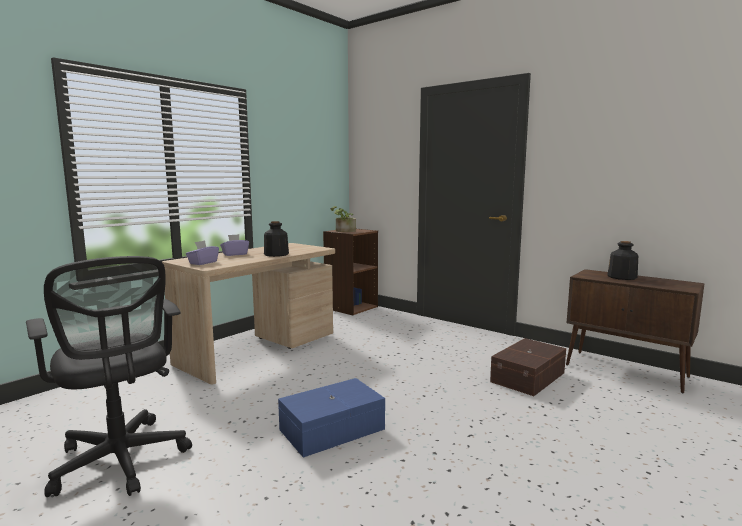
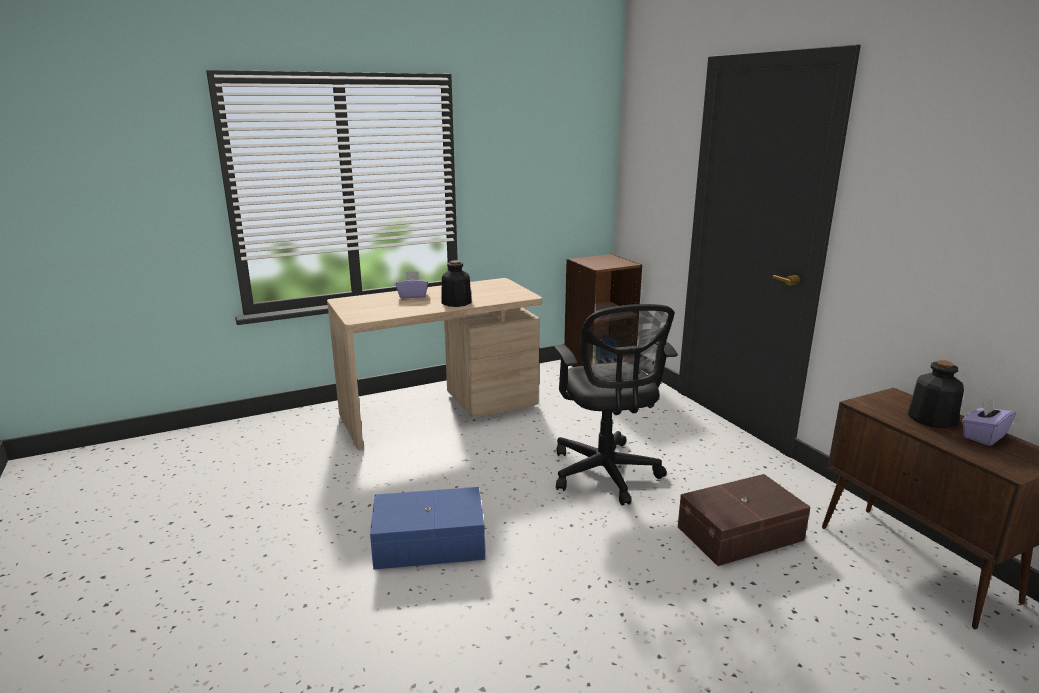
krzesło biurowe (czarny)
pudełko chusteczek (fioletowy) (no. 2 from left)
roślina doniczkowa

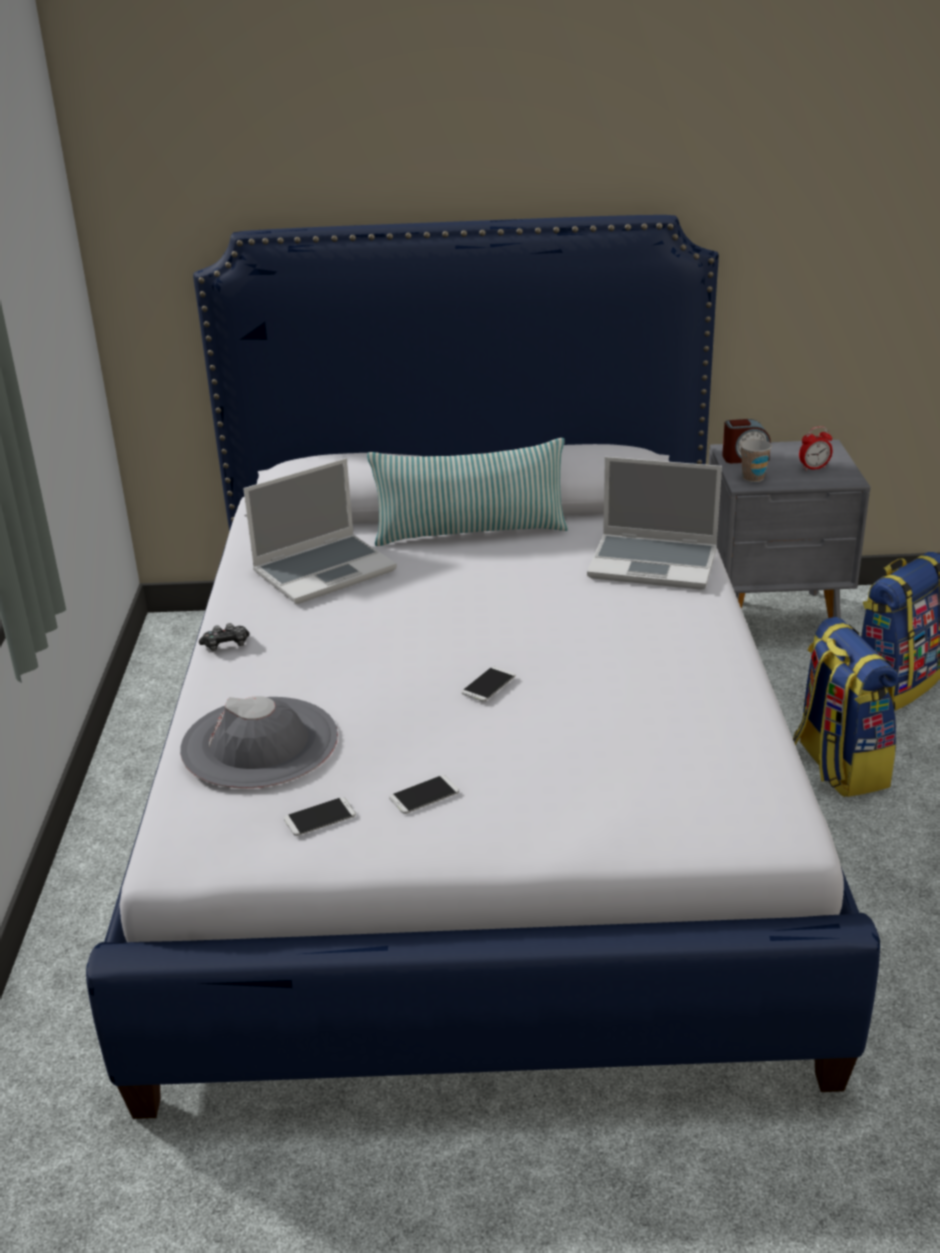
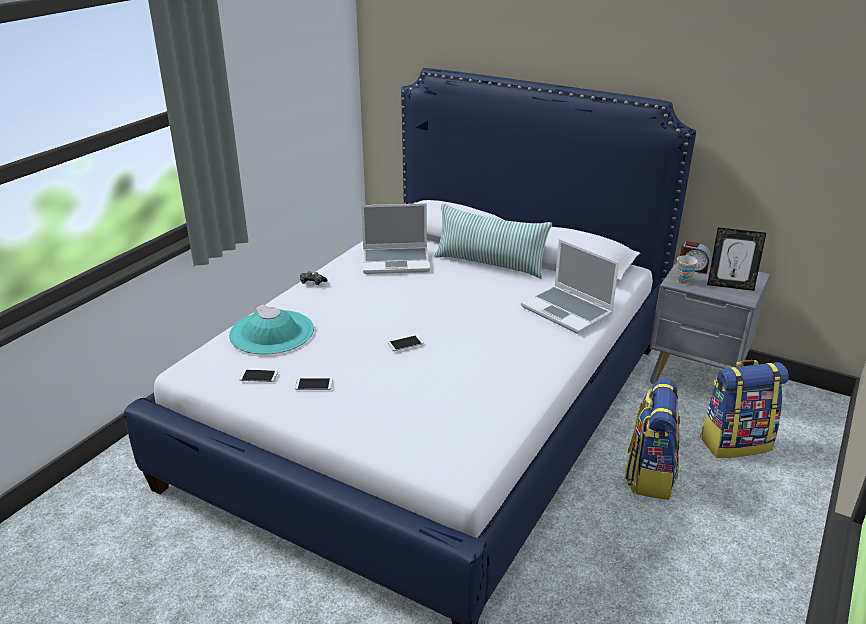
kapelusz (turkusowy)
ramka na zdjęcie

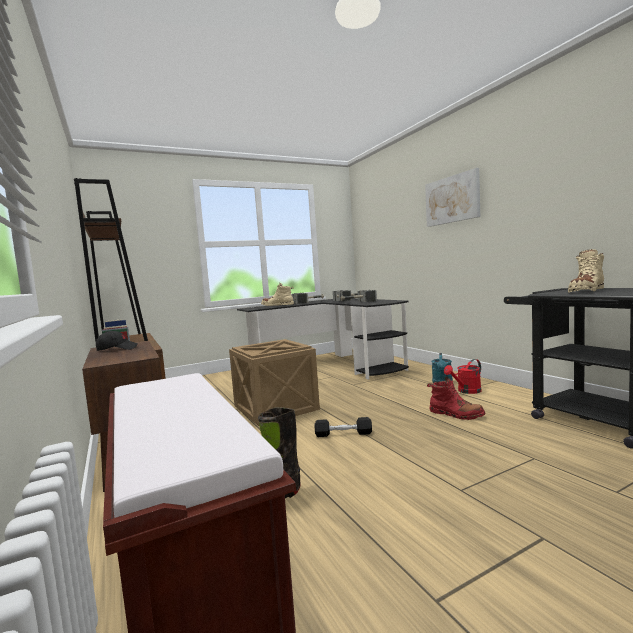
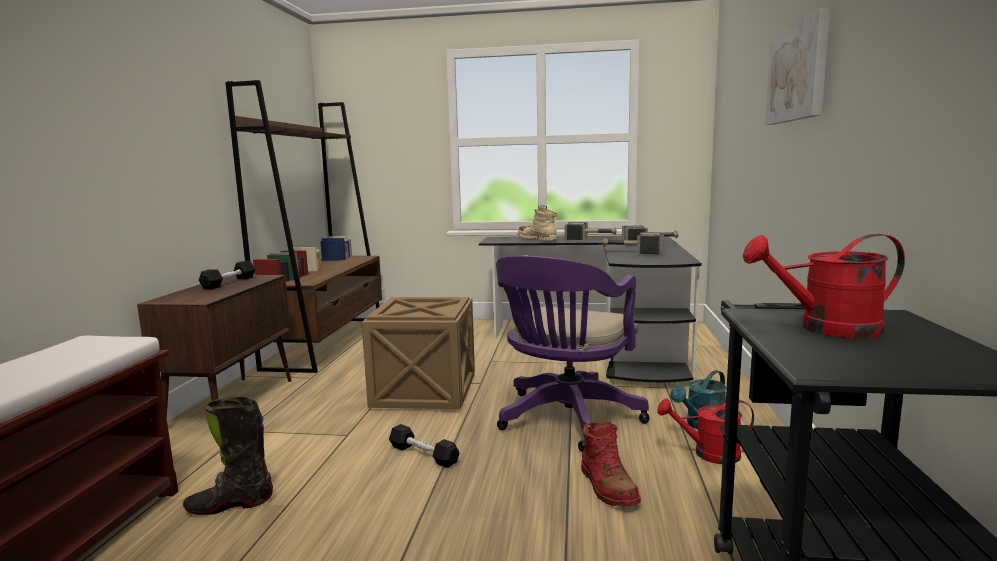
hantel (czarny) (no. 1 from left)
konewka (czerwony) (no. 2 from left)
krzesło biurowe (fioletowy)

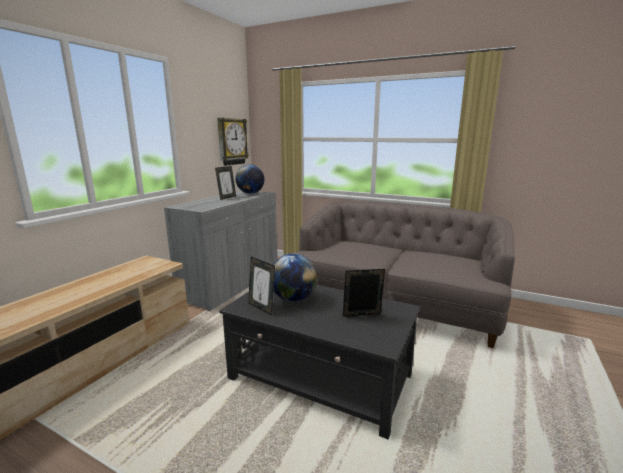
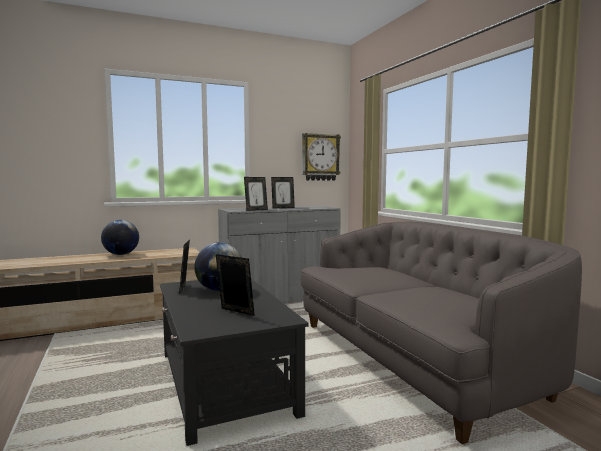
globus (no. 1 from left)
ramka na zdjęcie (no. 3 from left)

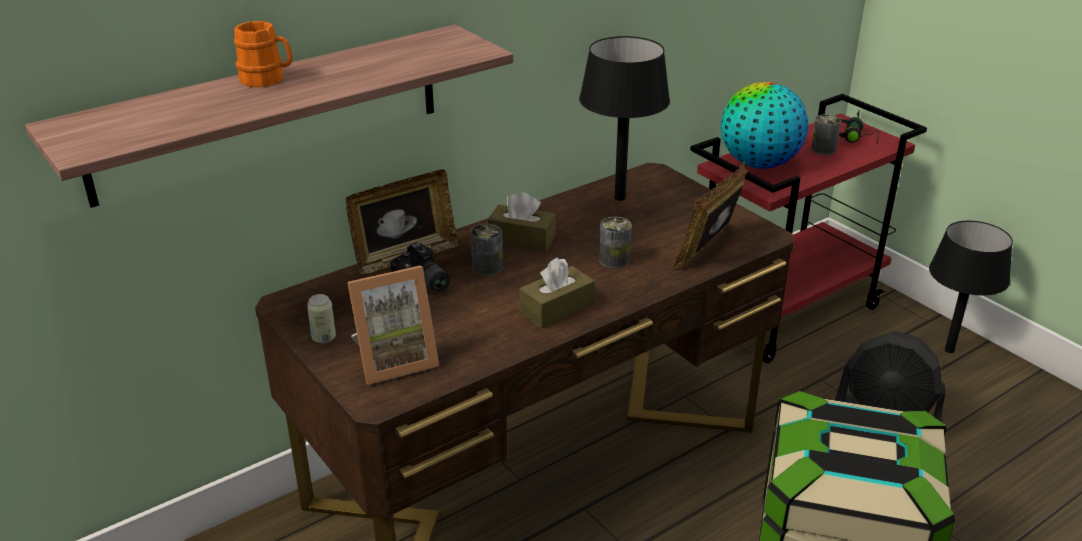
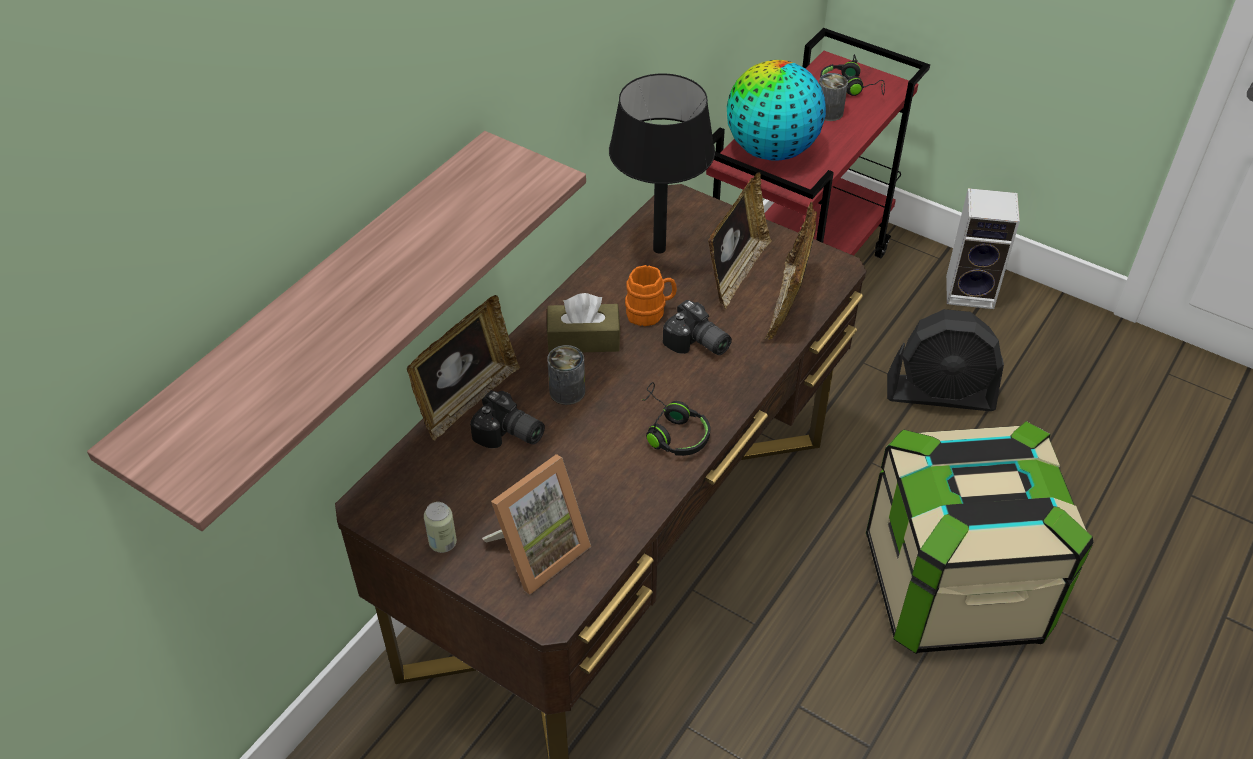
kubek (pomarańczowy)
słuchawki (czarny) (no. 1 from left)
aparat fotograficzny (no. 2 from left)
głośnik
ramka na zdjęcie (no. 3 from left)

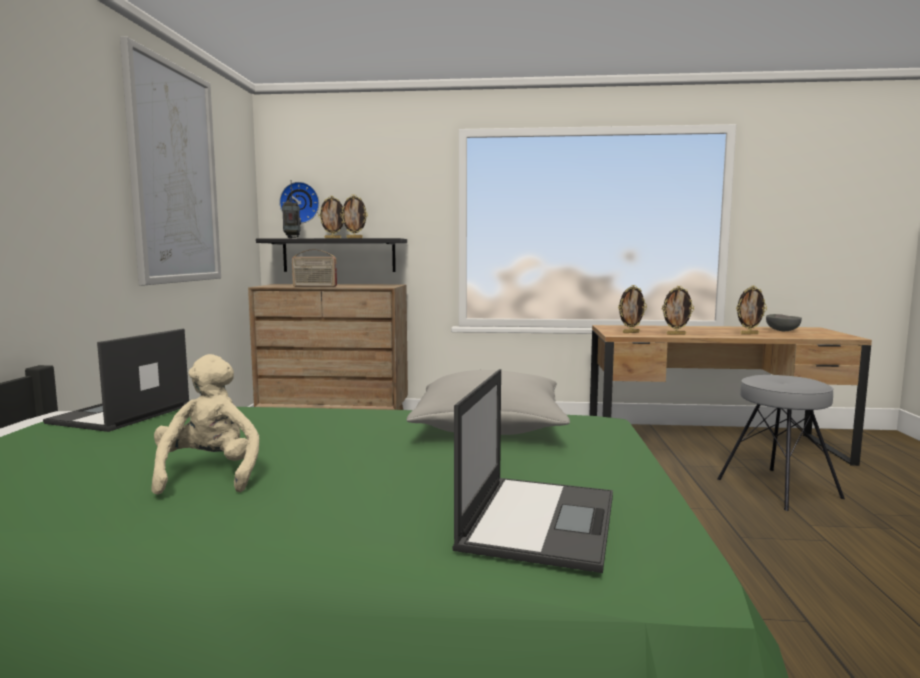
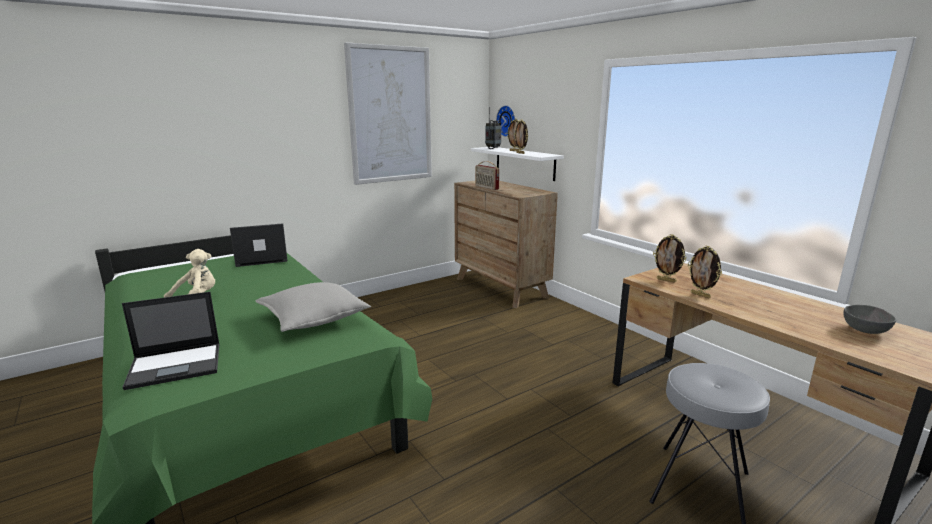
półka (biały)
ramka na zdjęcie (no. 5 from left in the first image)

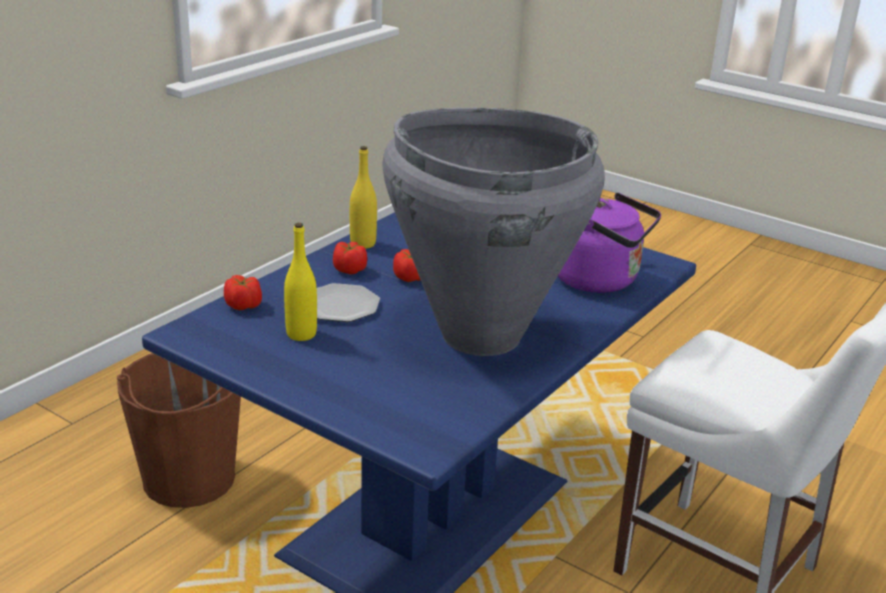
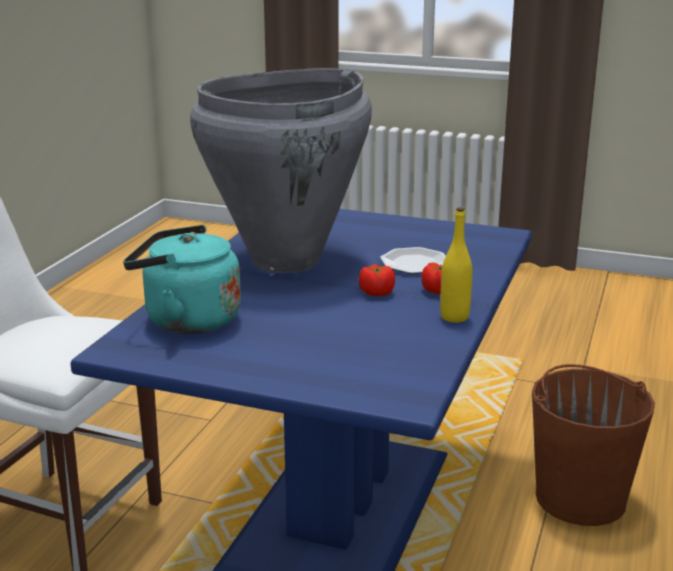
pomidor (no. 1 from left in the first image)
butelka (żółty) (no. 1 from left in the first image)
czajnik (turkusowy)

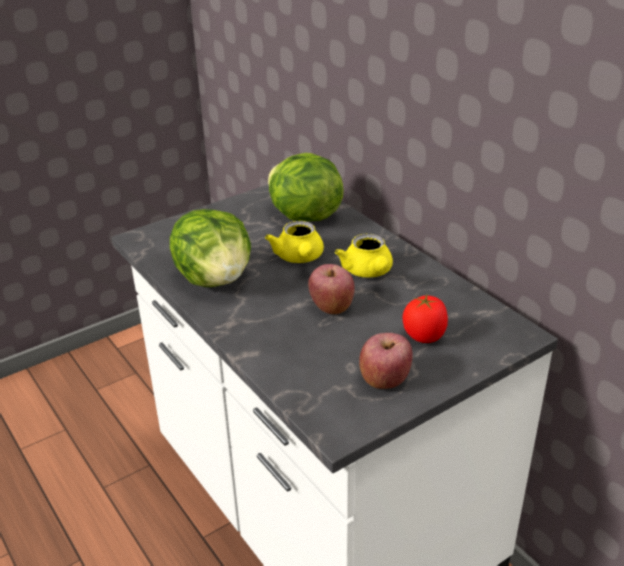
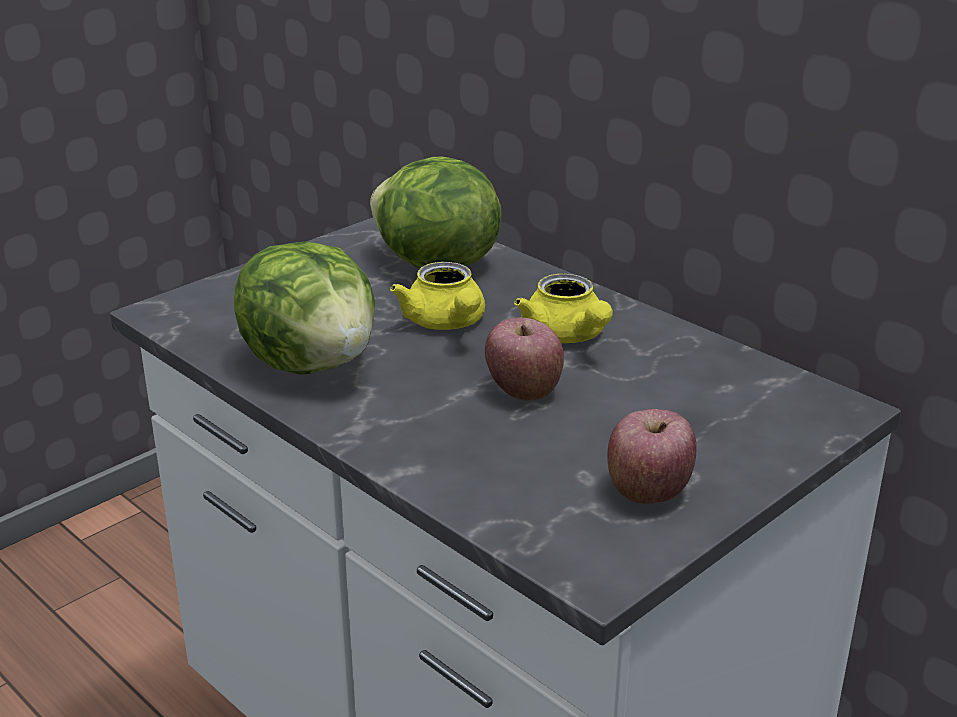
pomidor

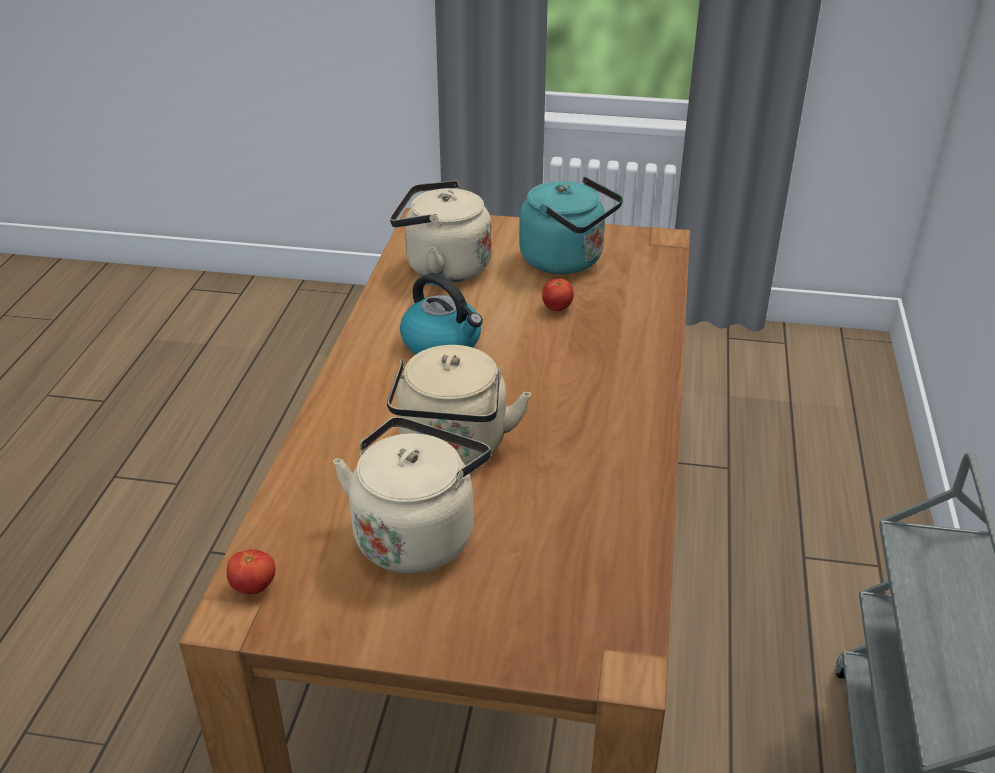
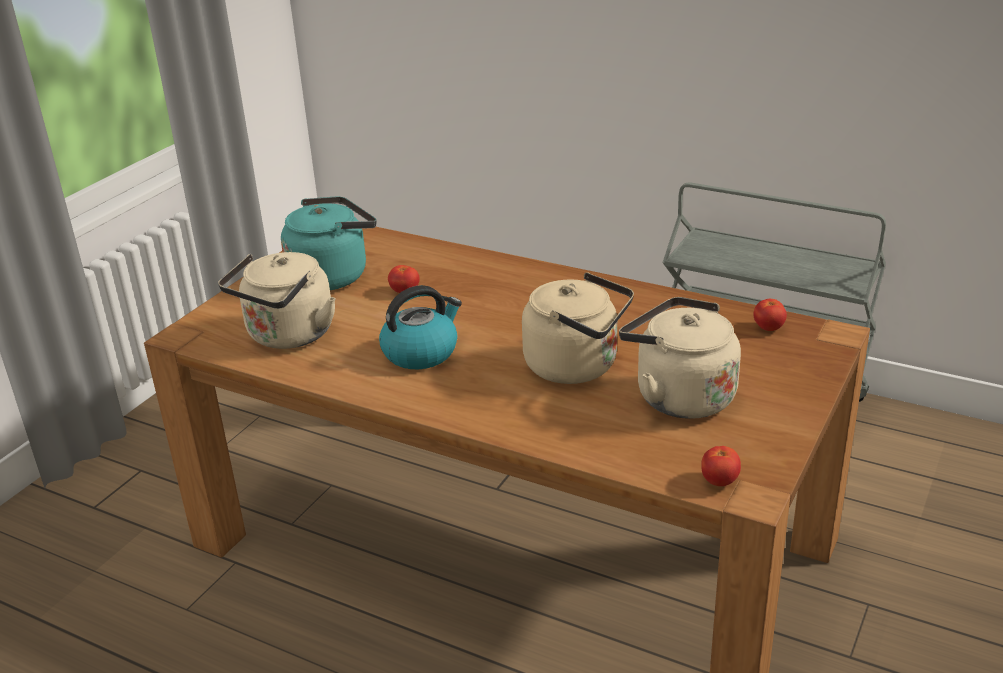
pomidor (no. 3 from left)

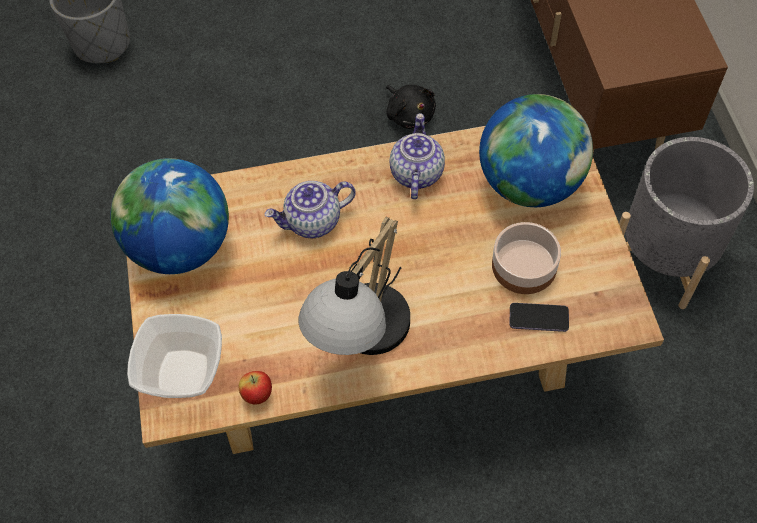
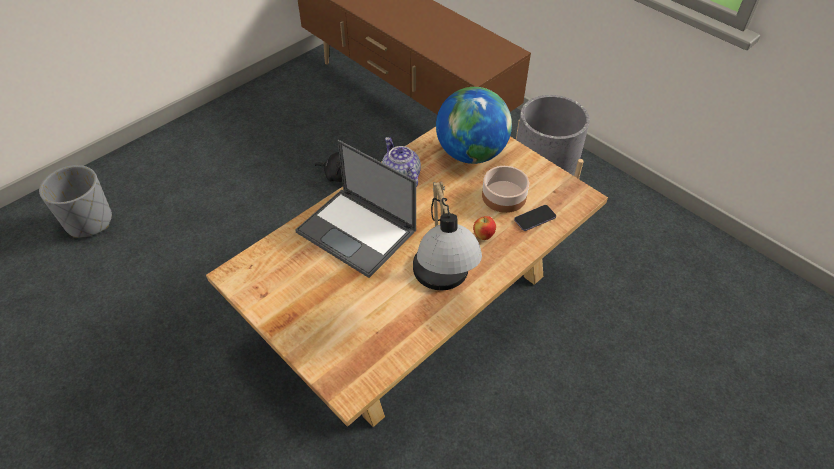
globus (no. 1 from left in the first image)
miska (no. 1 from left in the first image)
jabłko
laptop

